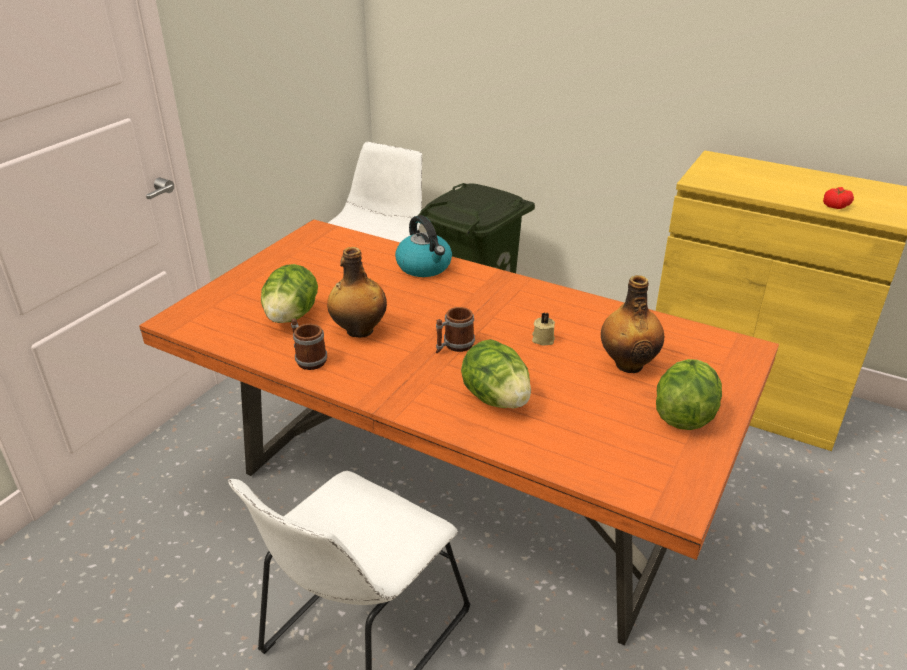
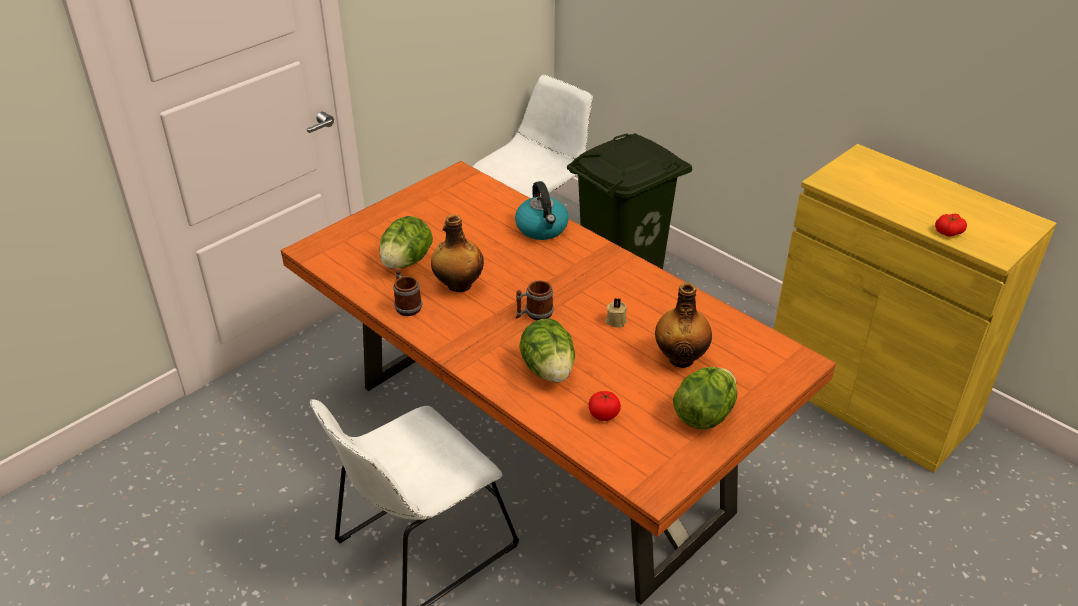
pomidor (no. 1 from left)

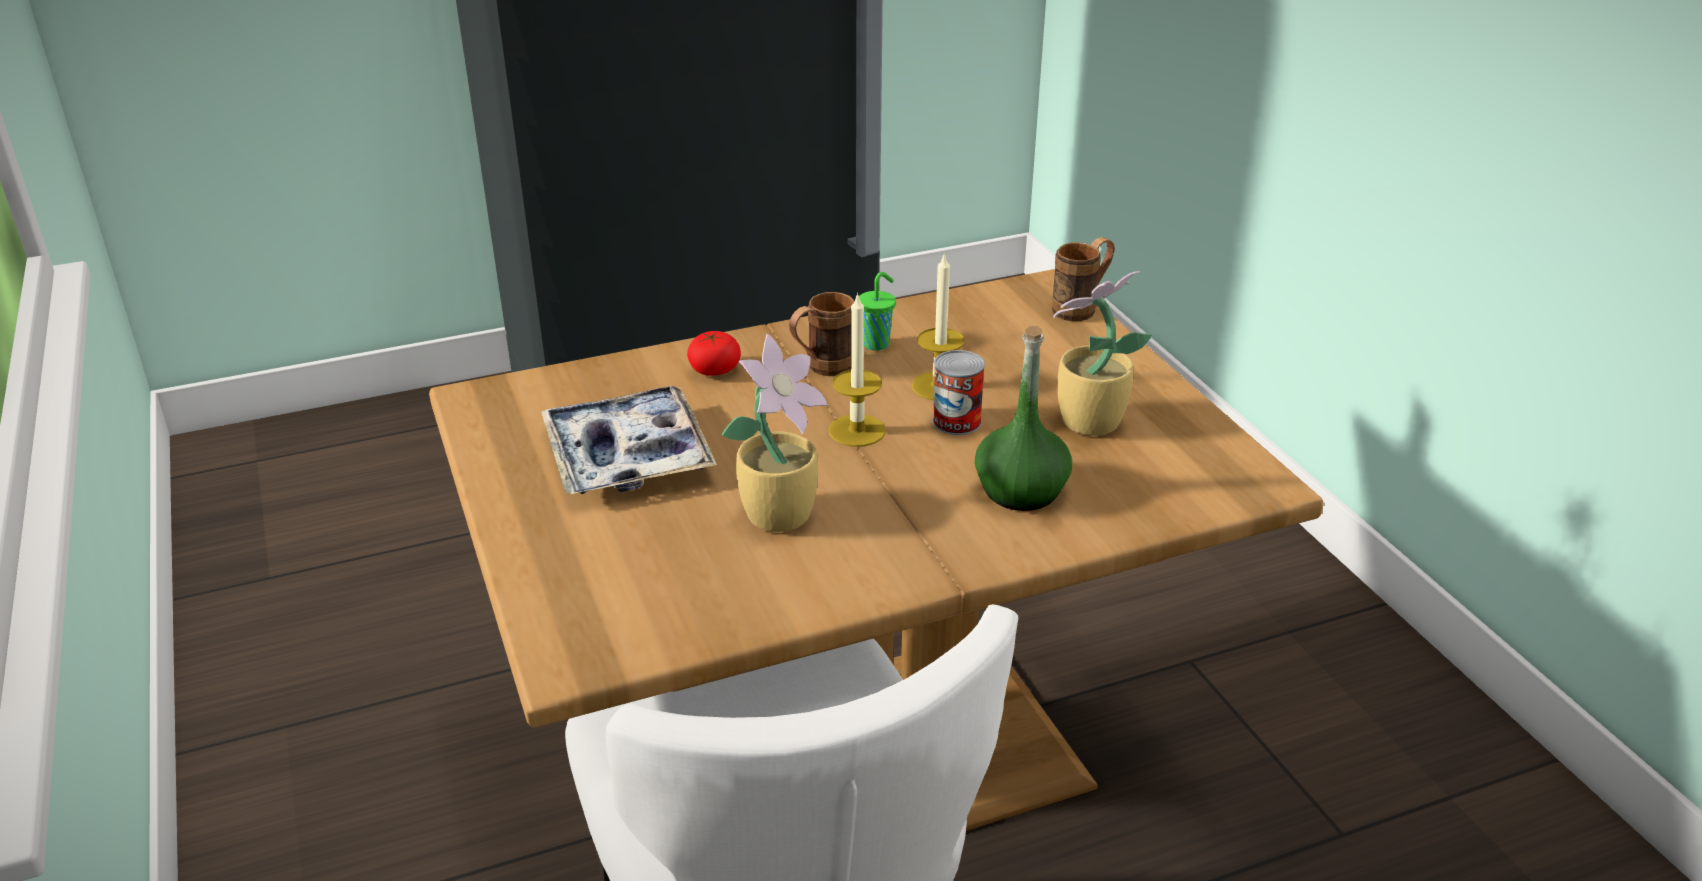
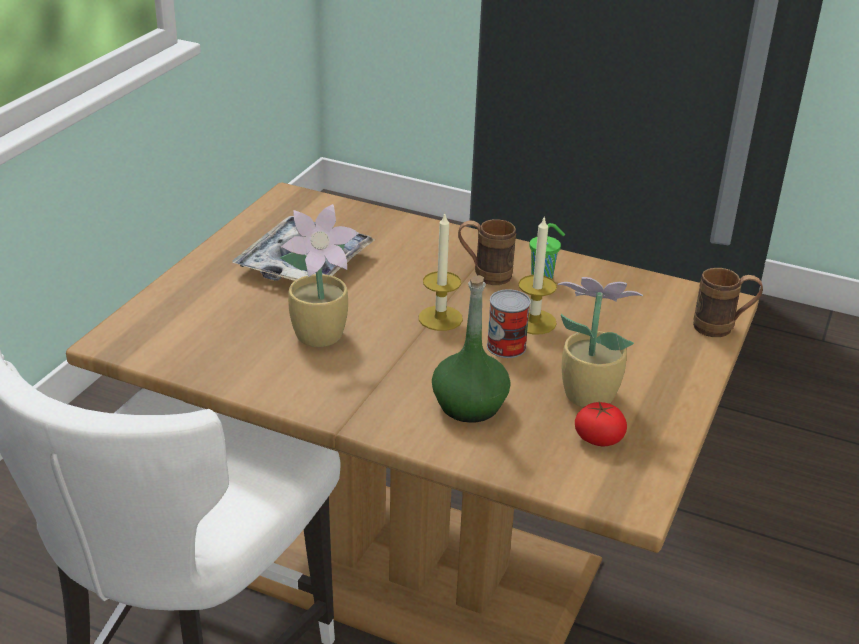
pomidor

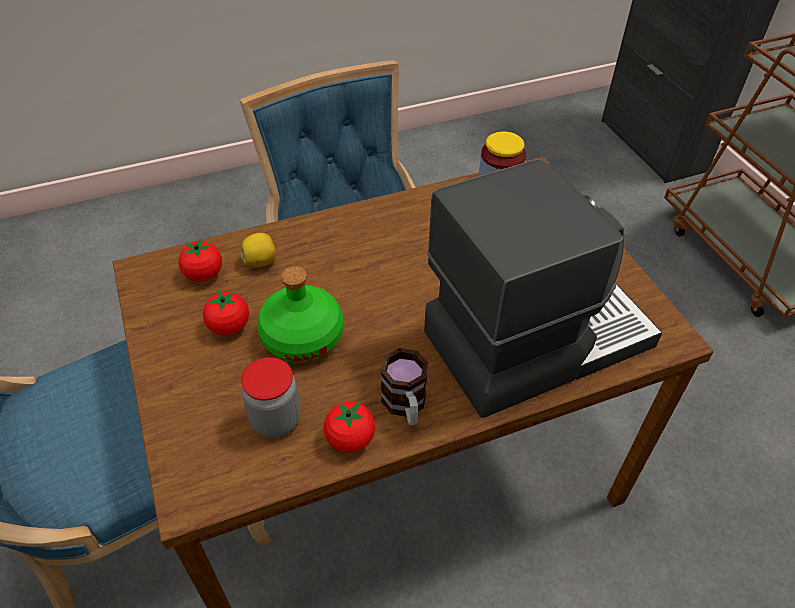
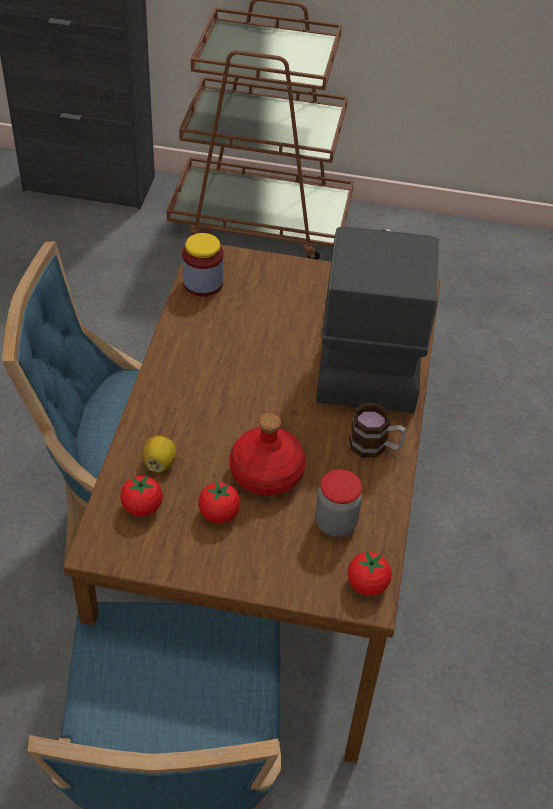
butelka (czerwony)
pomidor (no. 3 from left)

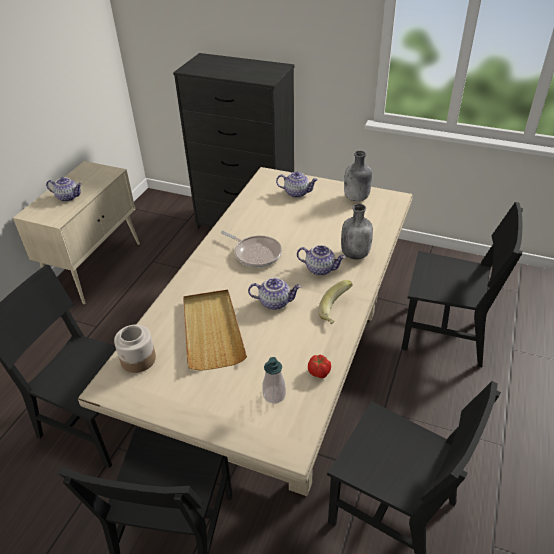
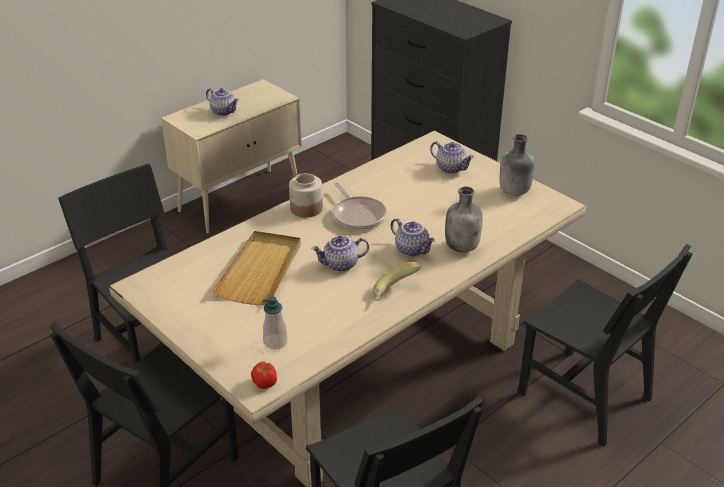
słoik
imbryk (no. 2 from left)
pomidor

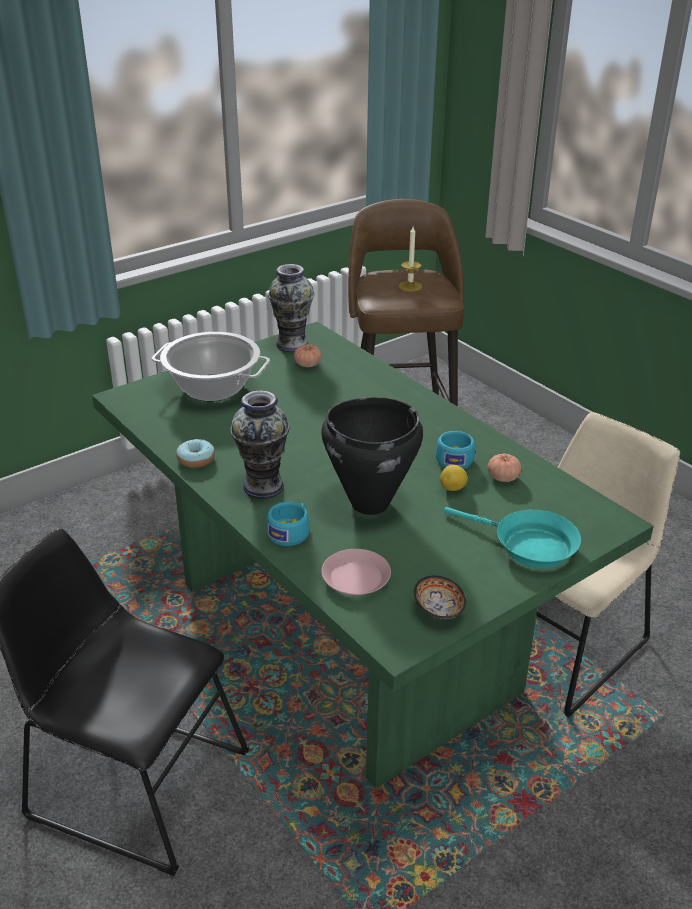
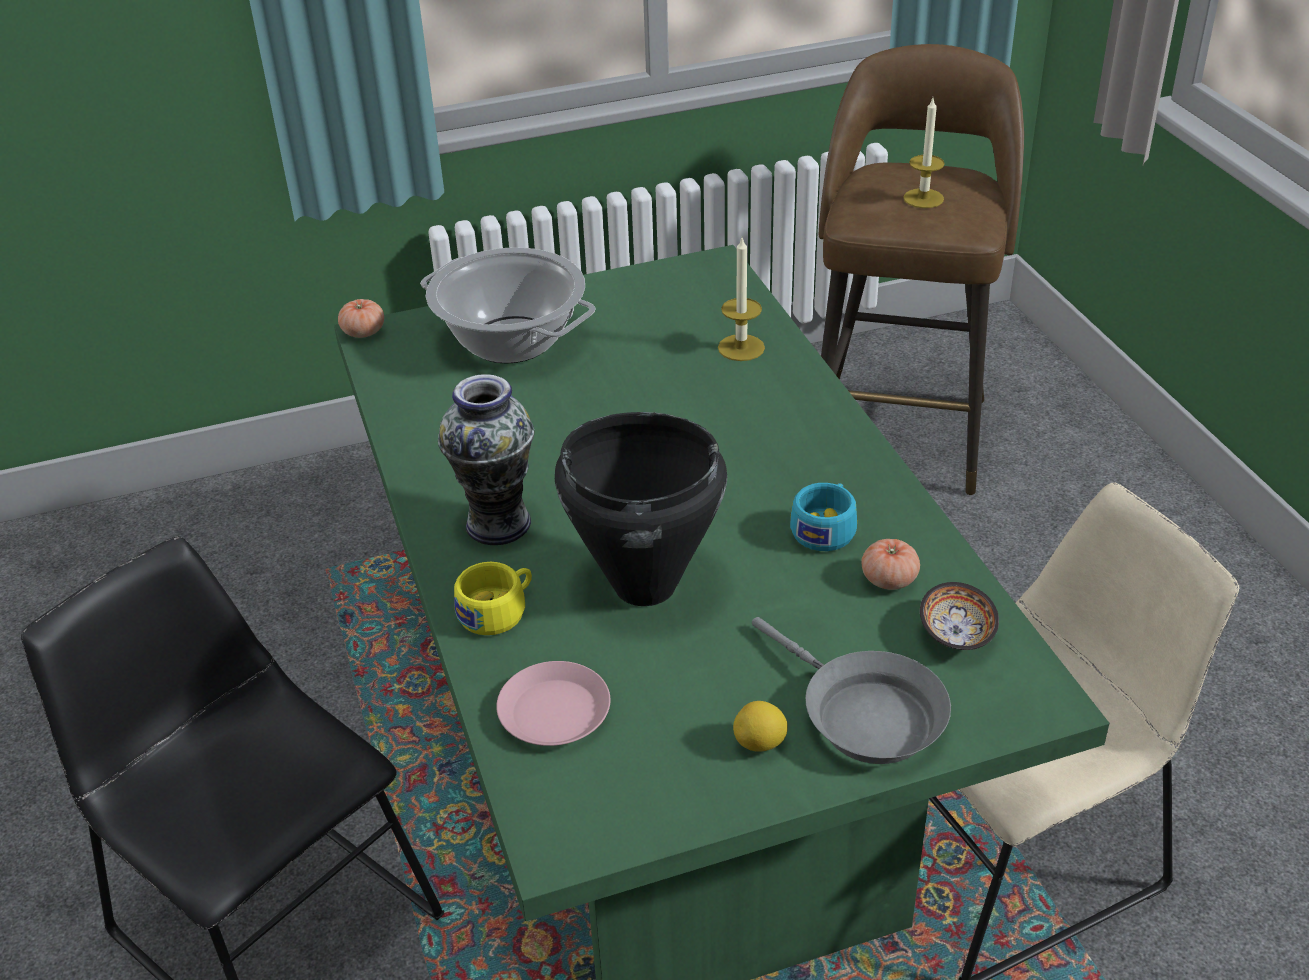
donut
filiżanka (żółty)
wazon (no. 2 from left in the first image)
pomidor (no. 1 from left)
miska
cytryna
patelnia (szary)
świeca (no. 1 from left)

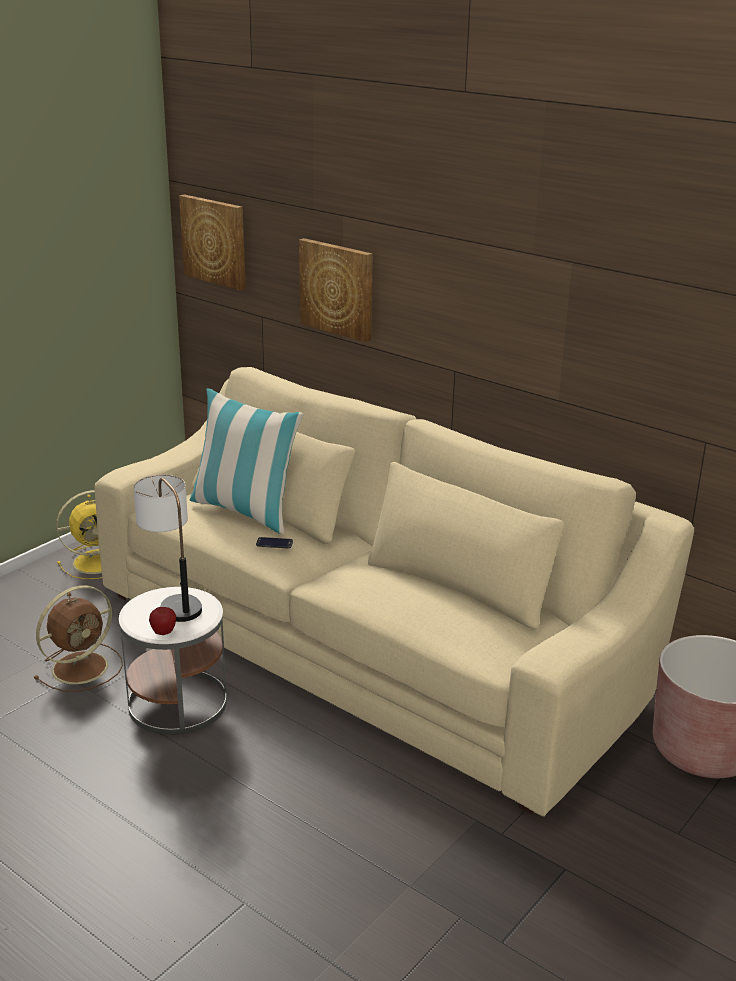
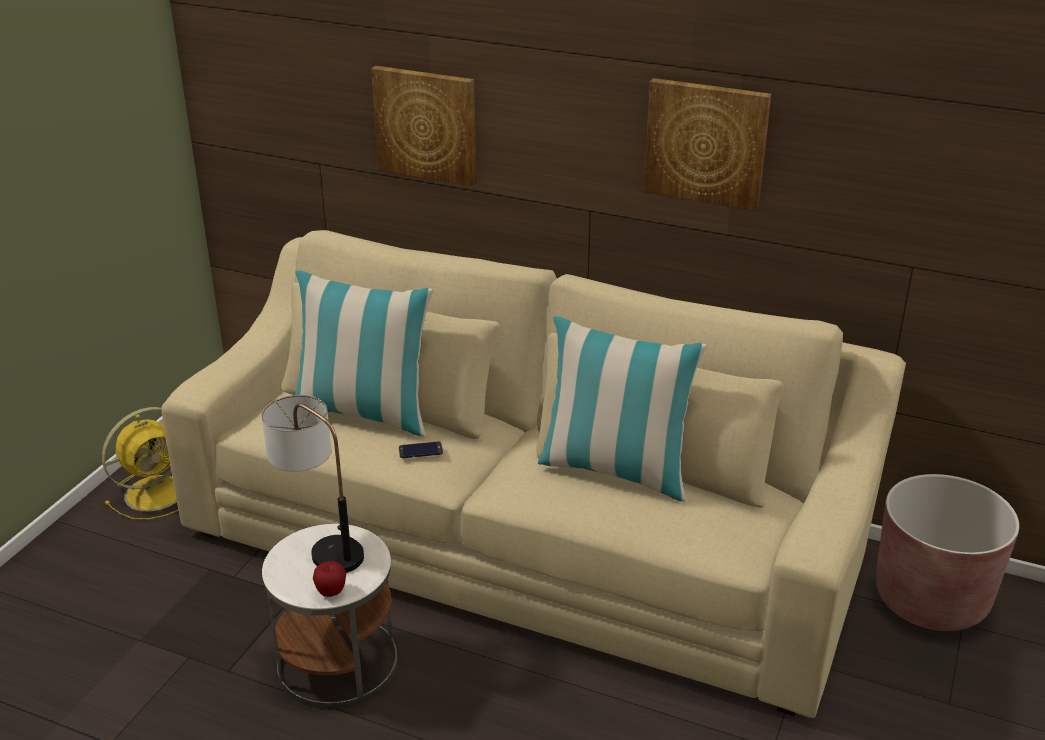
wentylator (brązowy)
obraz (no. 2 from left)
poduszka (no. 2 from left)

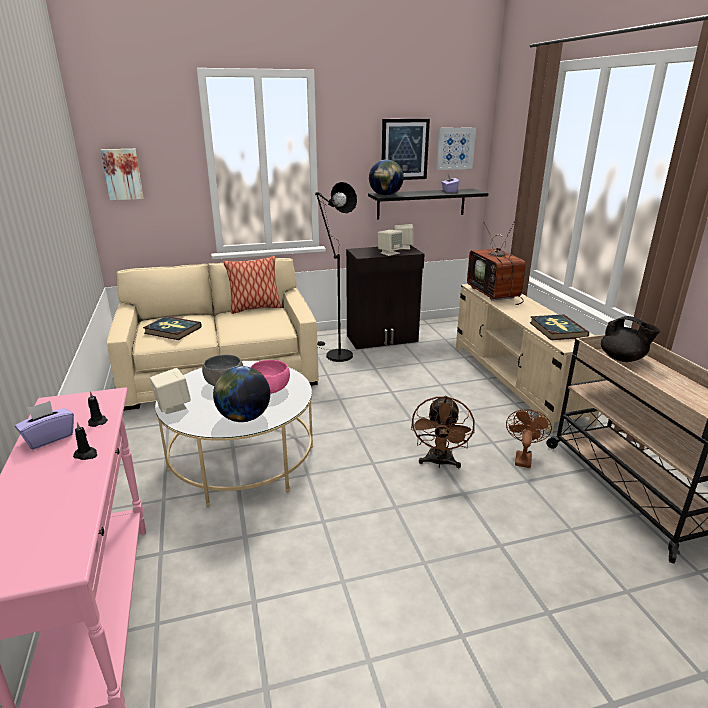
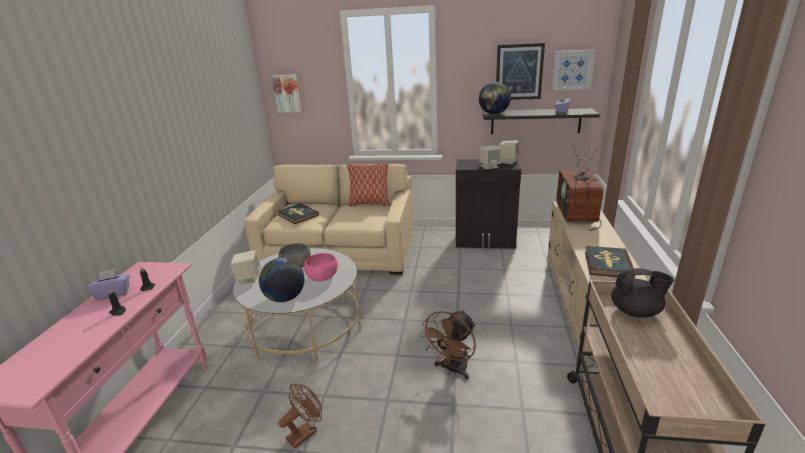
lampa stojąca (czarny)
wentylator (brązowy) (no. 1 from left)
imbryk (czarny)

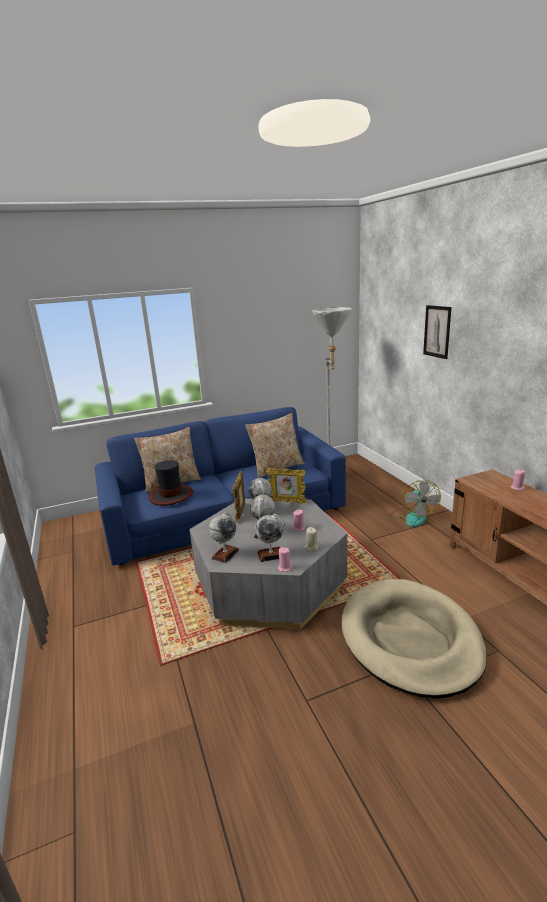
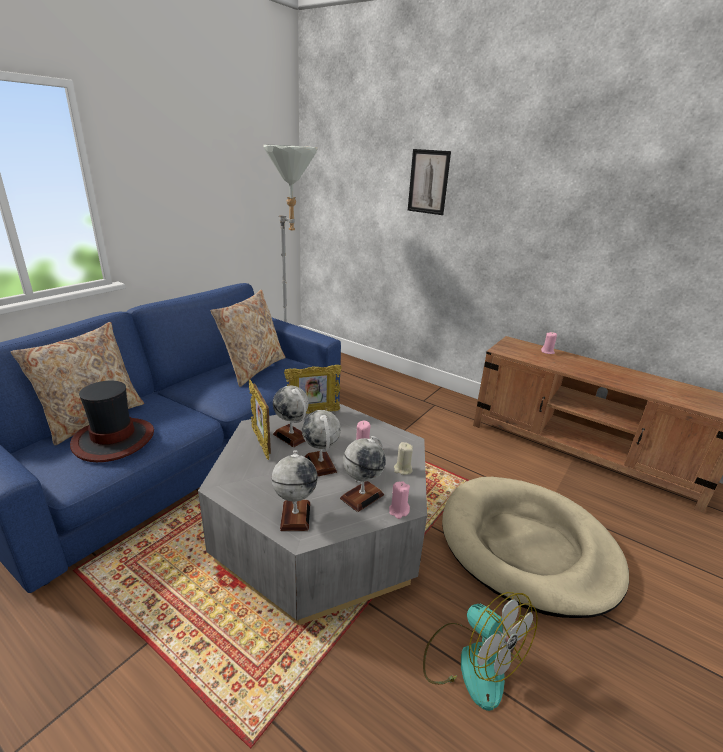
wentylator

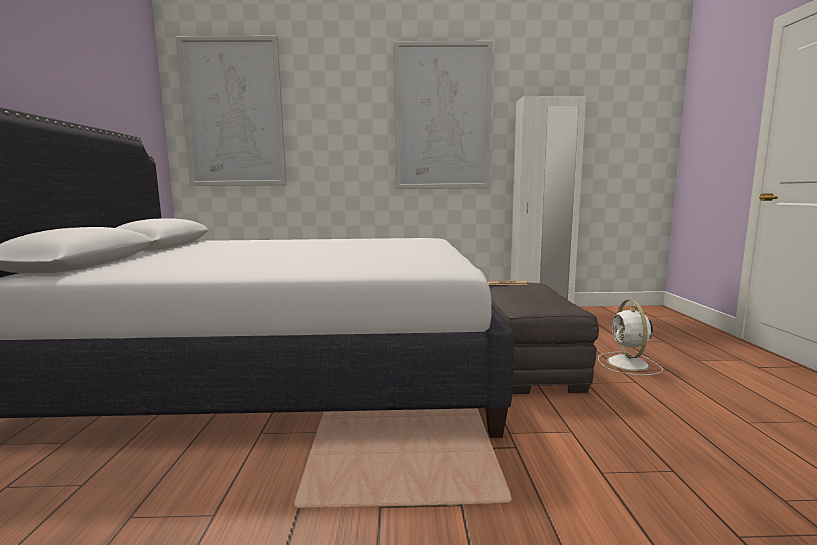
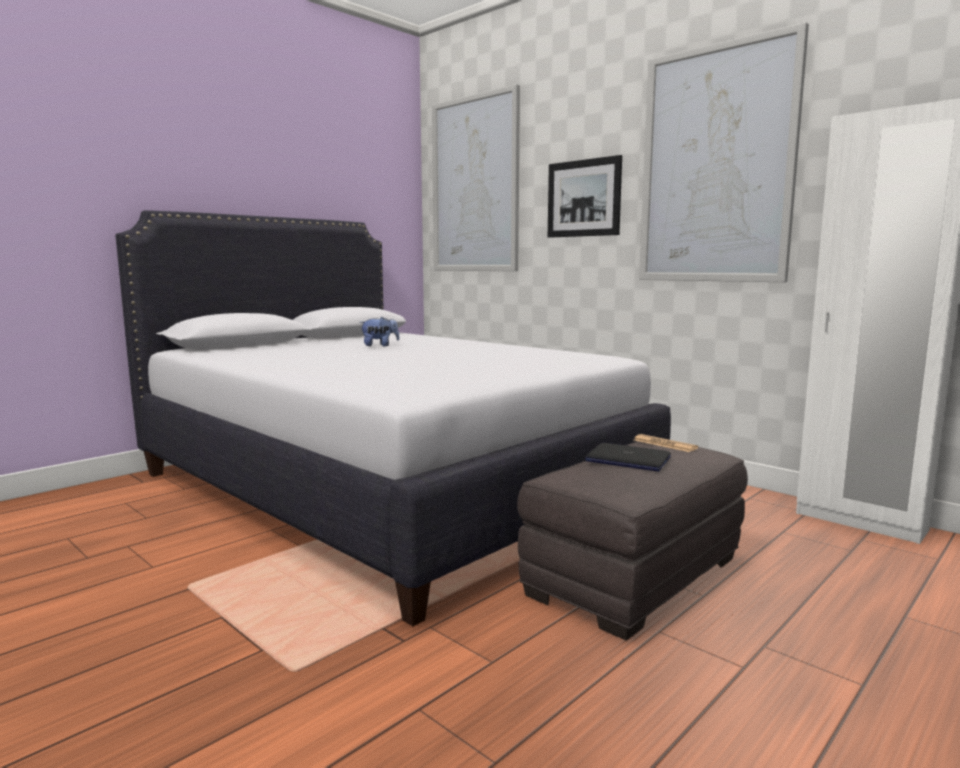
wentylator (biały)
pluszak
obraz (no. 2 from left)
laptop

